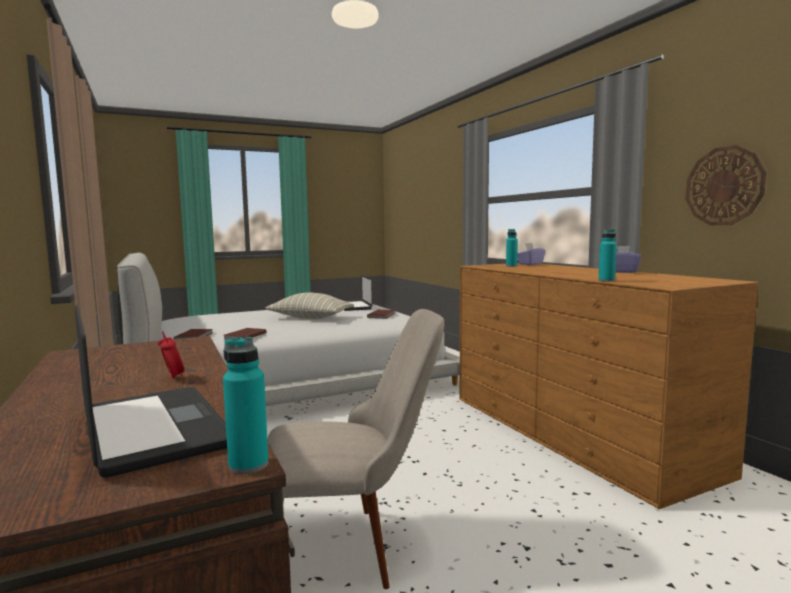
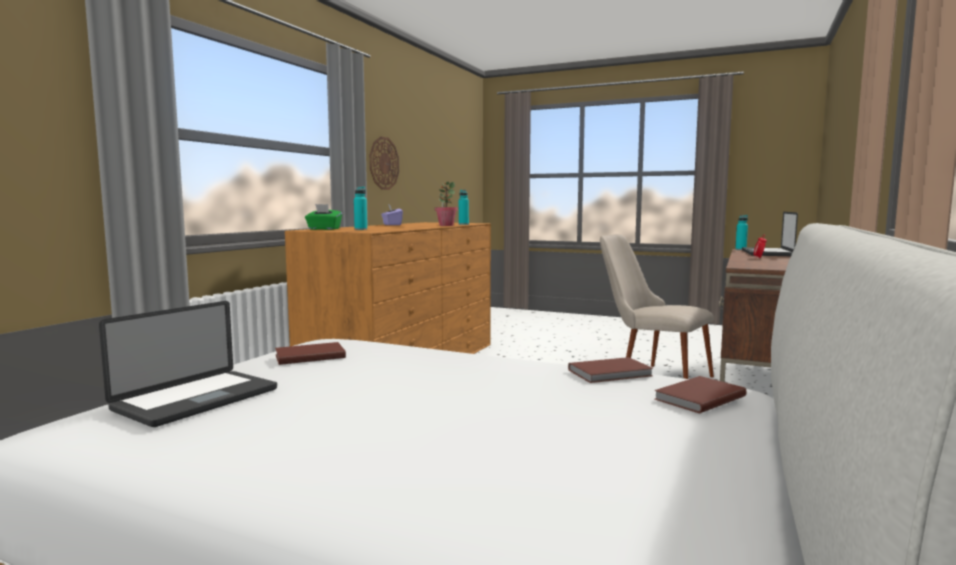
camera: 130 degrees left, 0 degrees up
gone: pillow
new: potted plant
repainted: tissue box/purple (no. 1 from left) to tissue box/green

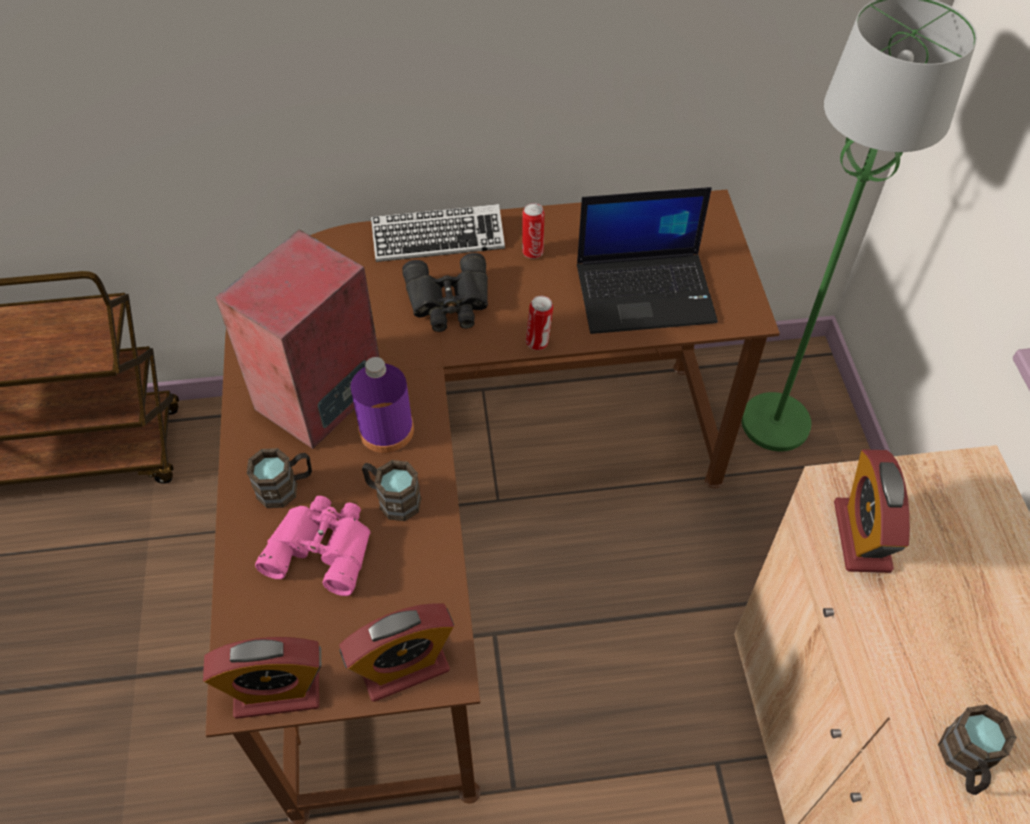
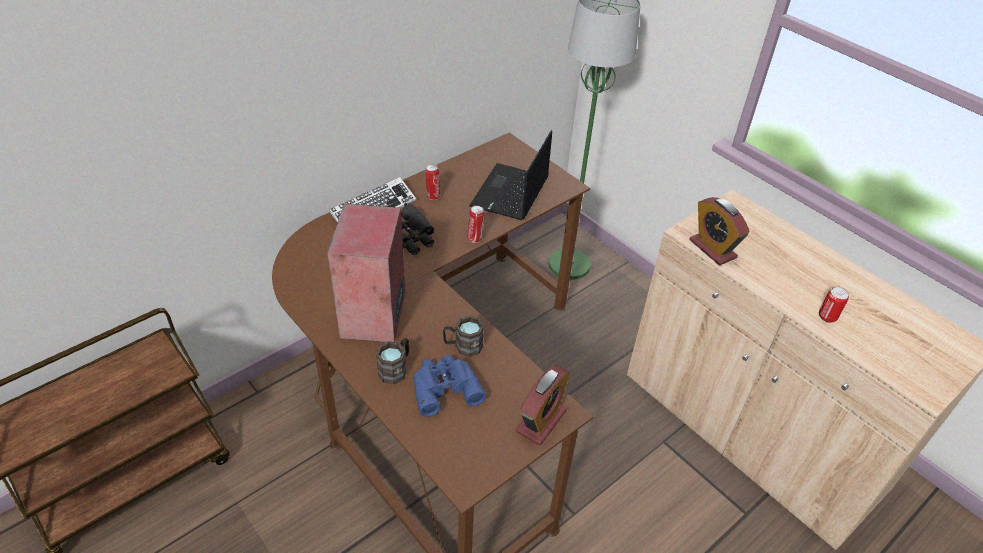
camera: 35 degrees left, 10 degrees down
gone: bottle/purple; alarm clock (no. 1 from left)
swapped: mug/brown (no. 3 from left) to can (no. 3 from left)
repainted: binoculars/pink to binoculars/blue
rotated: laptop 150 degrees clockwise

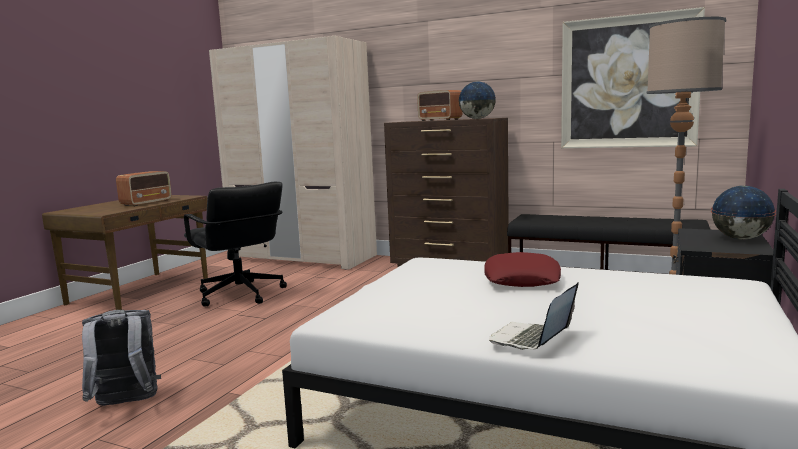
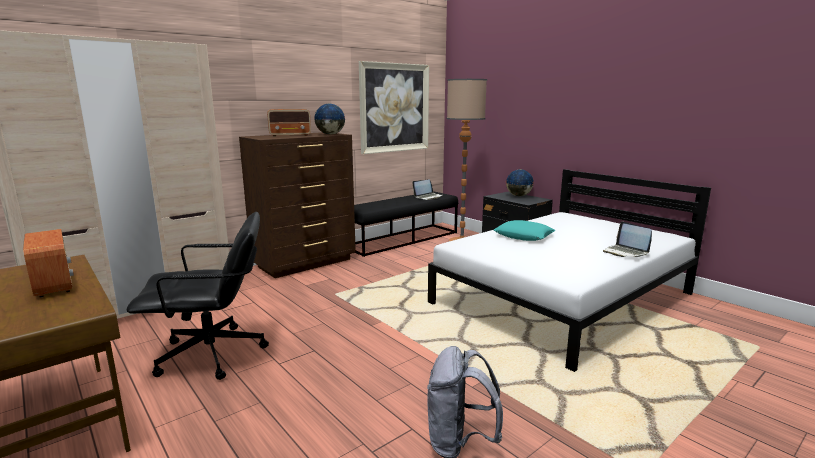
camera: 65 degrees left, 5 degrees up
new: laptop (no. 1 from left)
repainted: pillow/red to pillow/turquoise

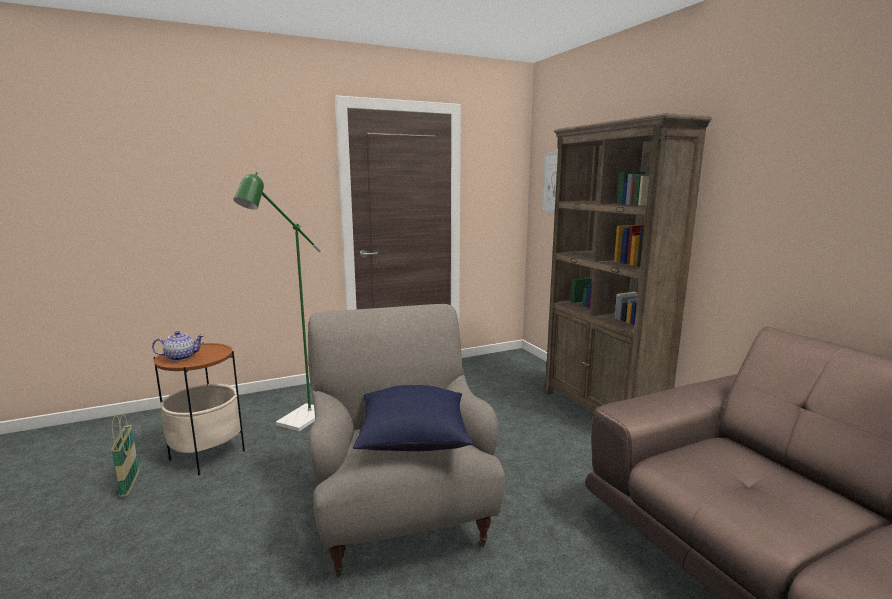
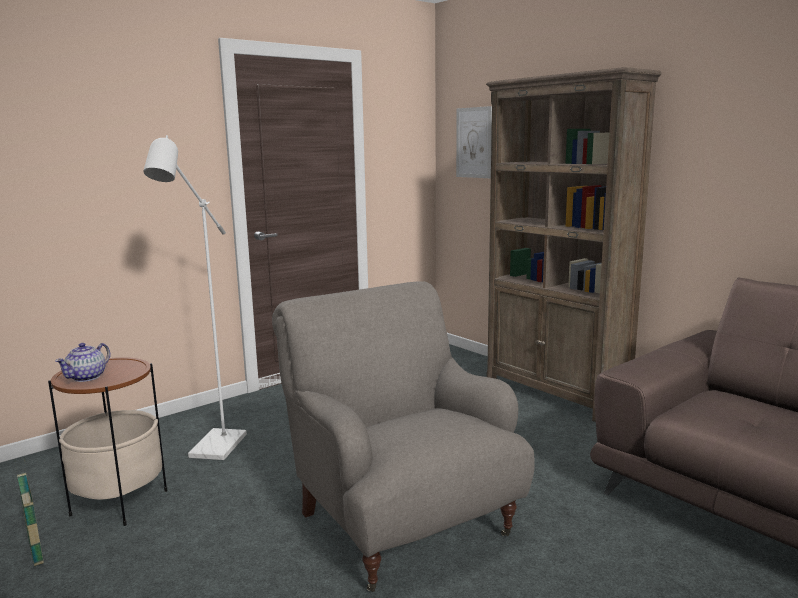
camera: 15 degrees left, 0 degrees up
gone: pillow/blue
repainted: floor lamp/green to floor lamp/white
rotated: teapot 150 degrees clockwise

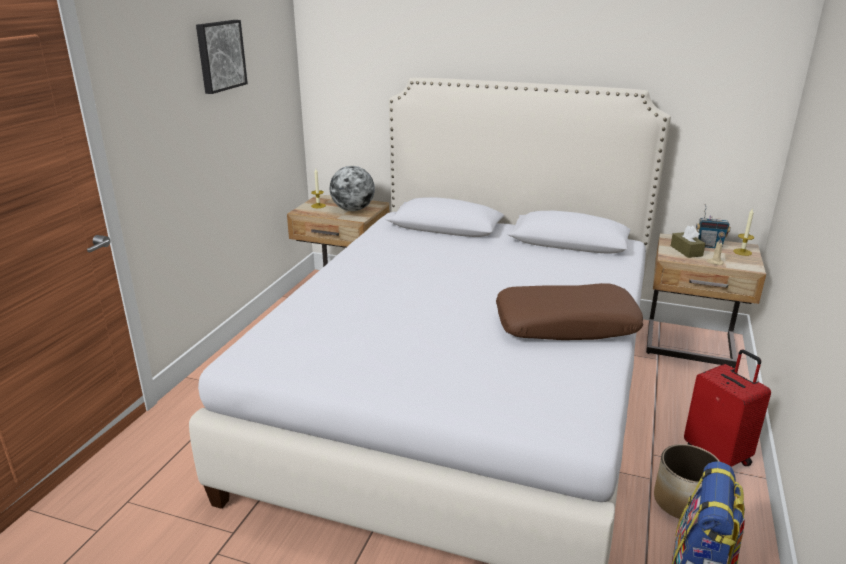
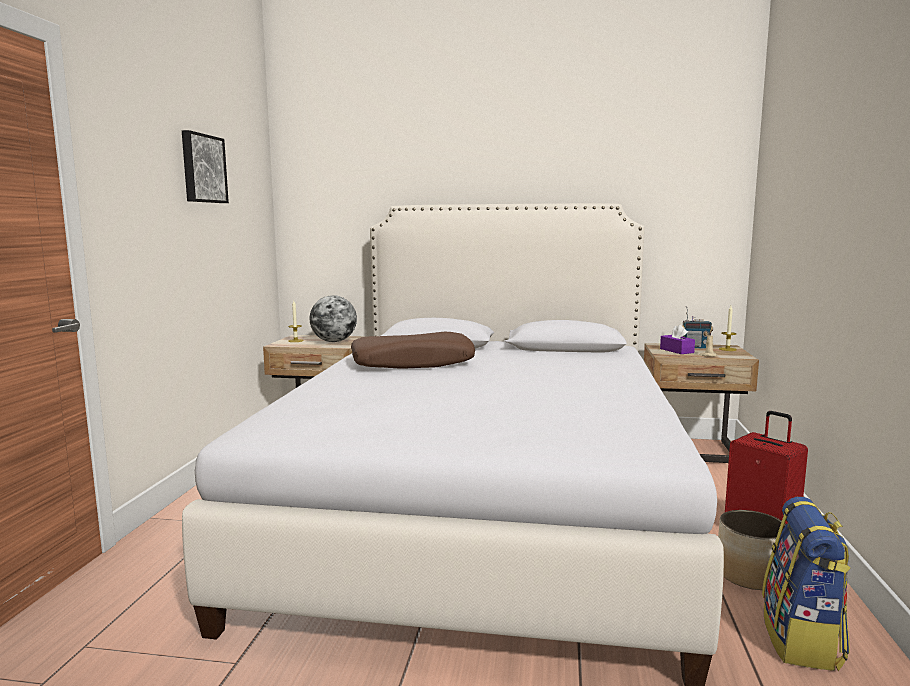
camera: 10 degrees left, 15 degrees down
shifted: pillow/brown
repainted: tissue box/brown to tissue box/purple

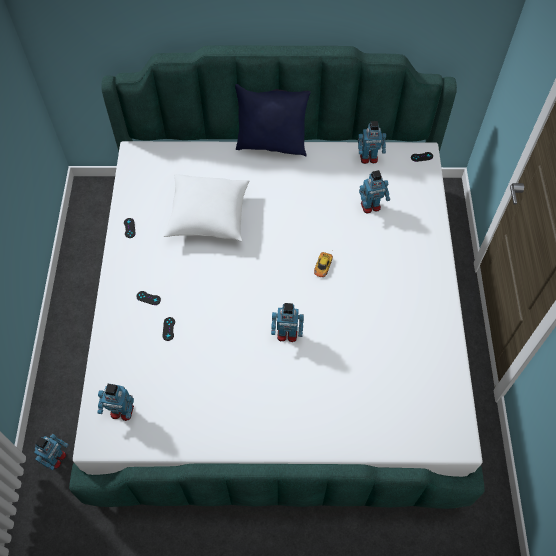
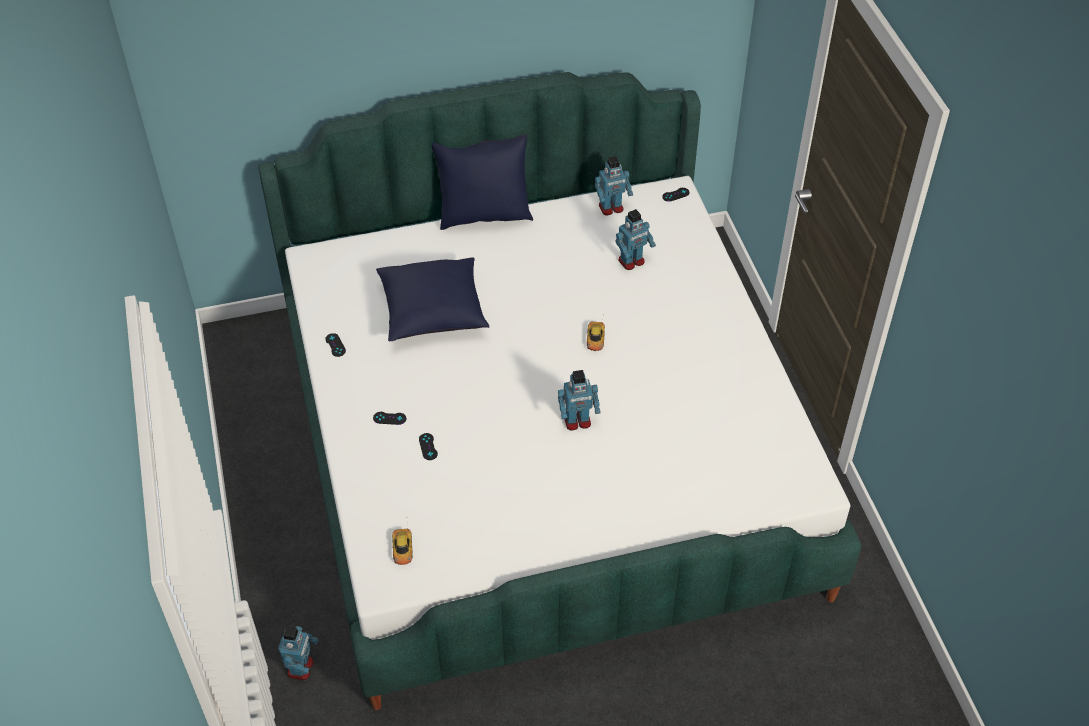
camera: 15 degrees left, 10 degrees down
swapped: toy robot (no. 2 from left) to toy car (no. 1 from left)
repainted: pillow/white to pillow/blue (no. 1 from left)

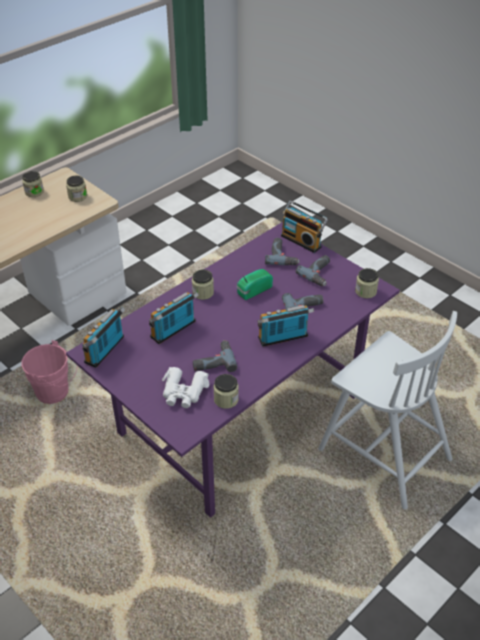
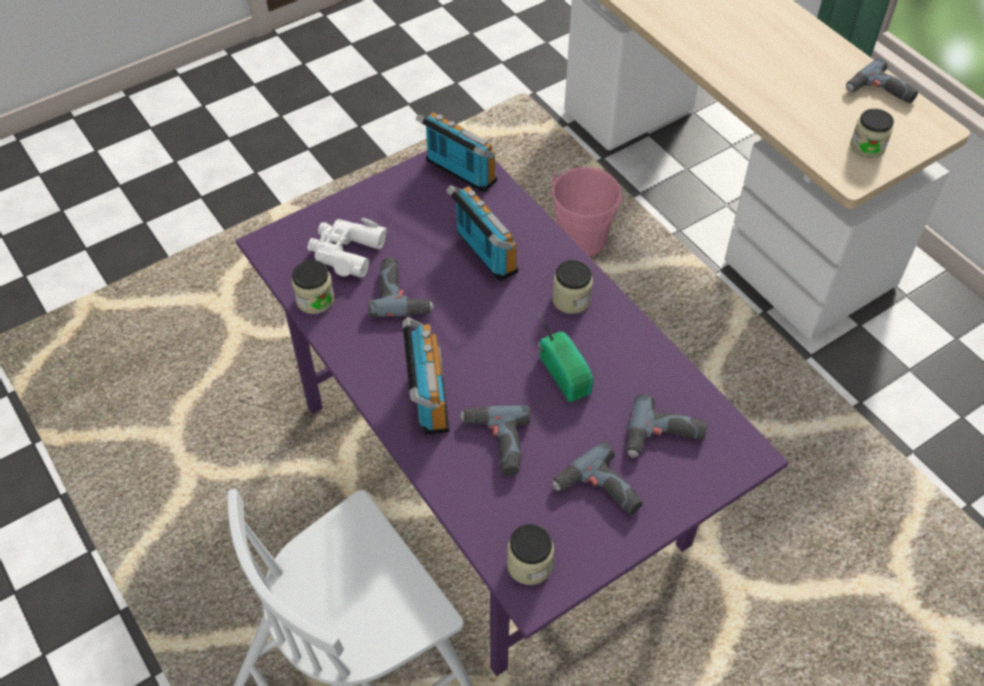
camera: 100 degrees right, 10 degrees up
gone: radio (no. 5 from left)
swapped: jar (no. 1 from left) to power drill (no. 5 from left)

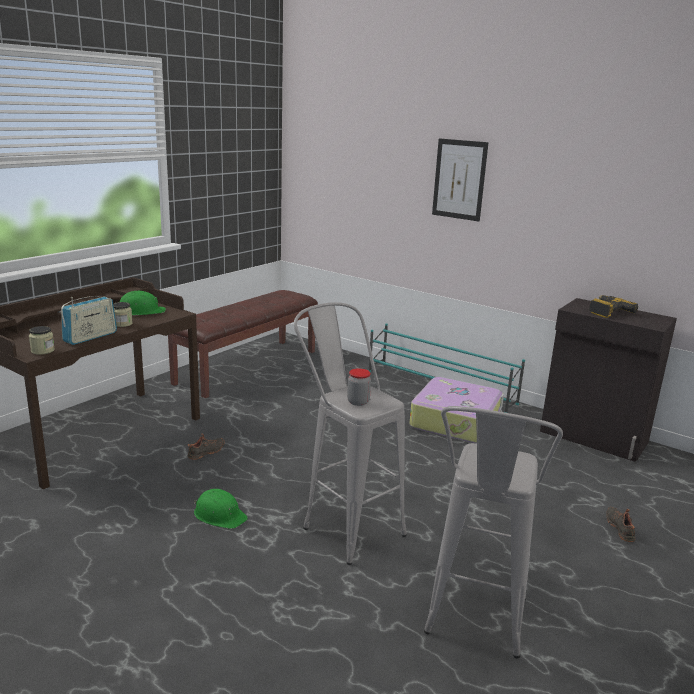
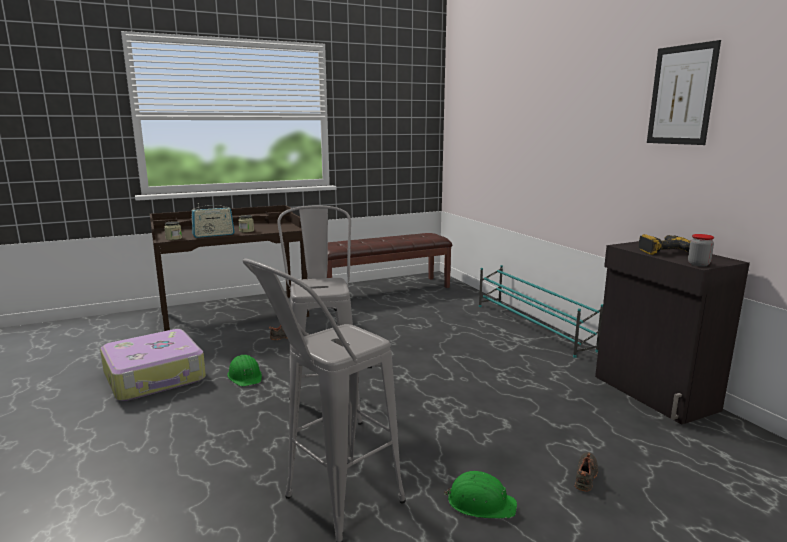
camera: 30 degrees right, 5 degrees down
shifted: picture; hard hat/green (no. 1 from left in the first image) to hard hat/green (no. 2 from left); jar (no. 3 from left); suitcase

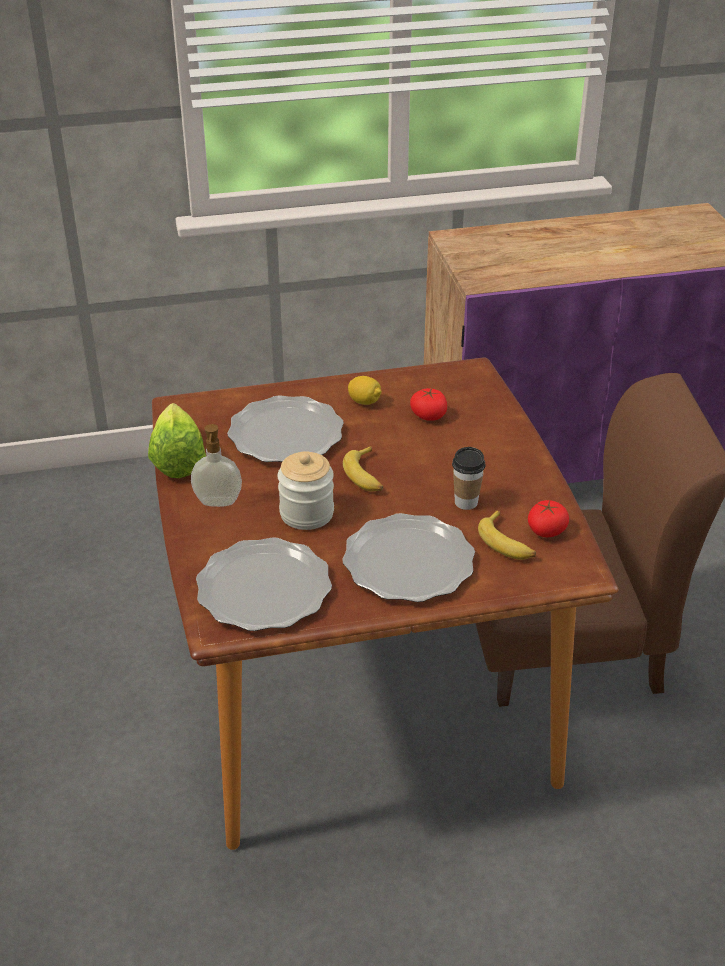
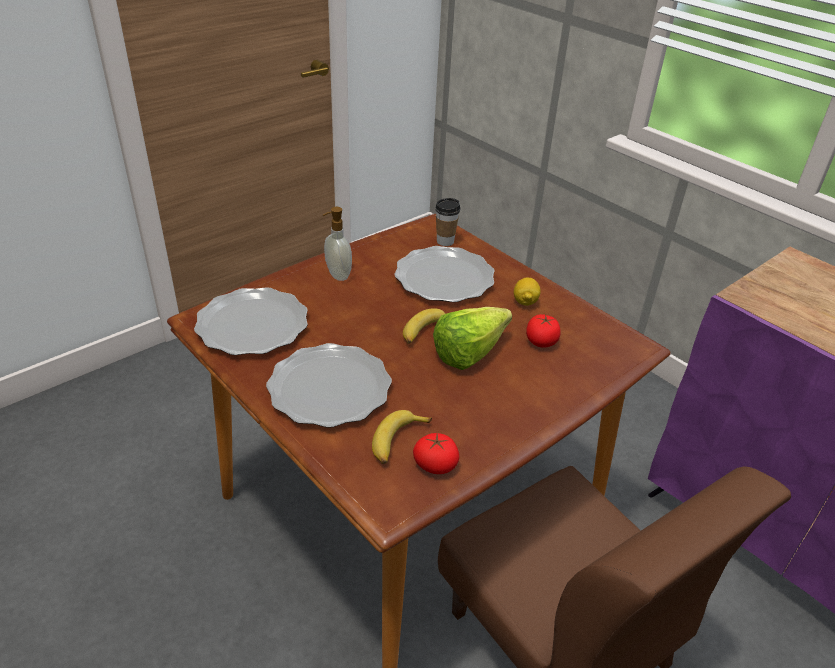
camera: 60 degrees right, 0 degrees up
gone: jar
shifted: lettuce; cup

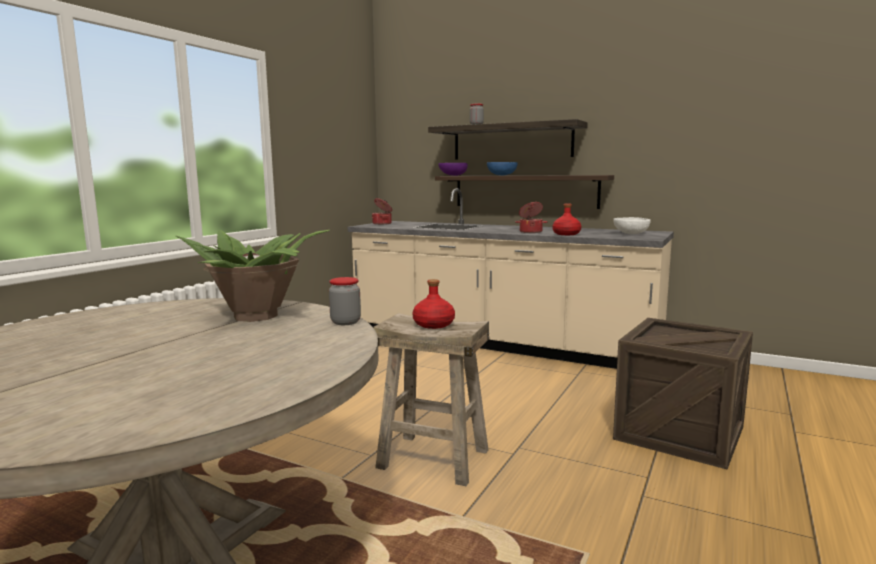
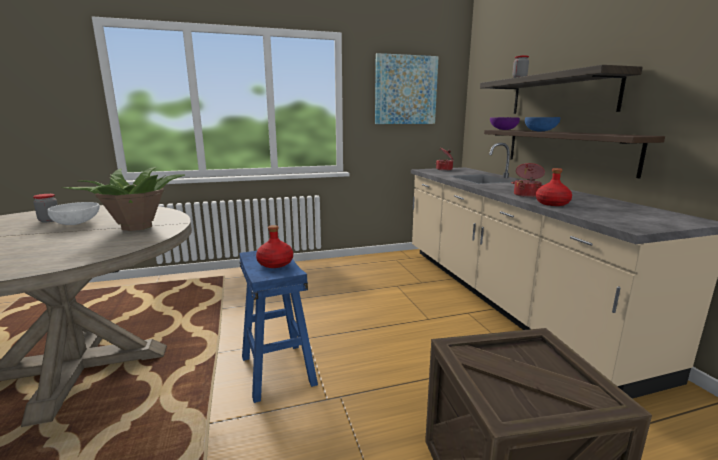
camera: 45 degrees right, 5 degrees up
new: picture
shifted: bowl/white; jar (no. 1 from left)
repainted: stool/beige to stool/blue

